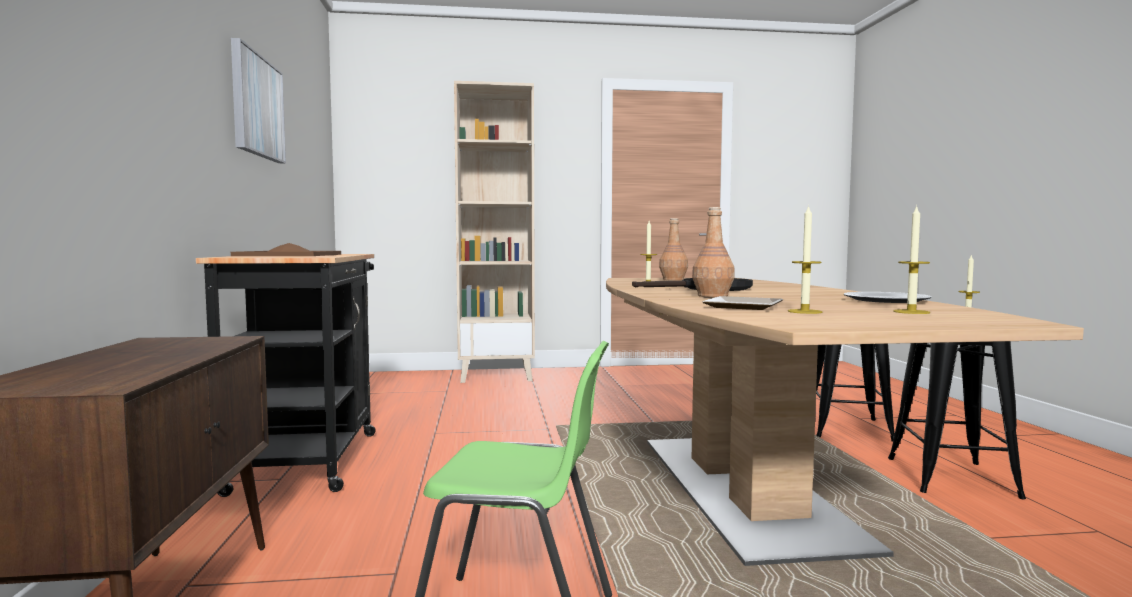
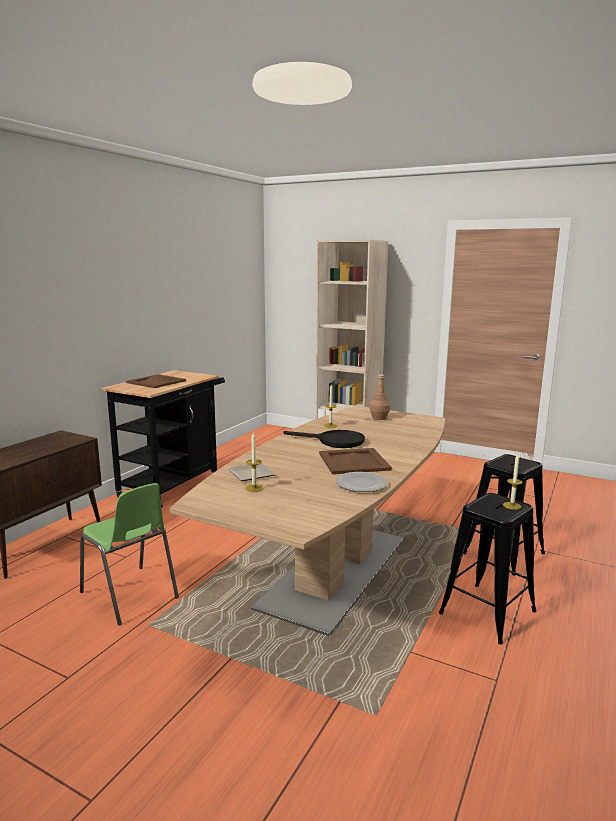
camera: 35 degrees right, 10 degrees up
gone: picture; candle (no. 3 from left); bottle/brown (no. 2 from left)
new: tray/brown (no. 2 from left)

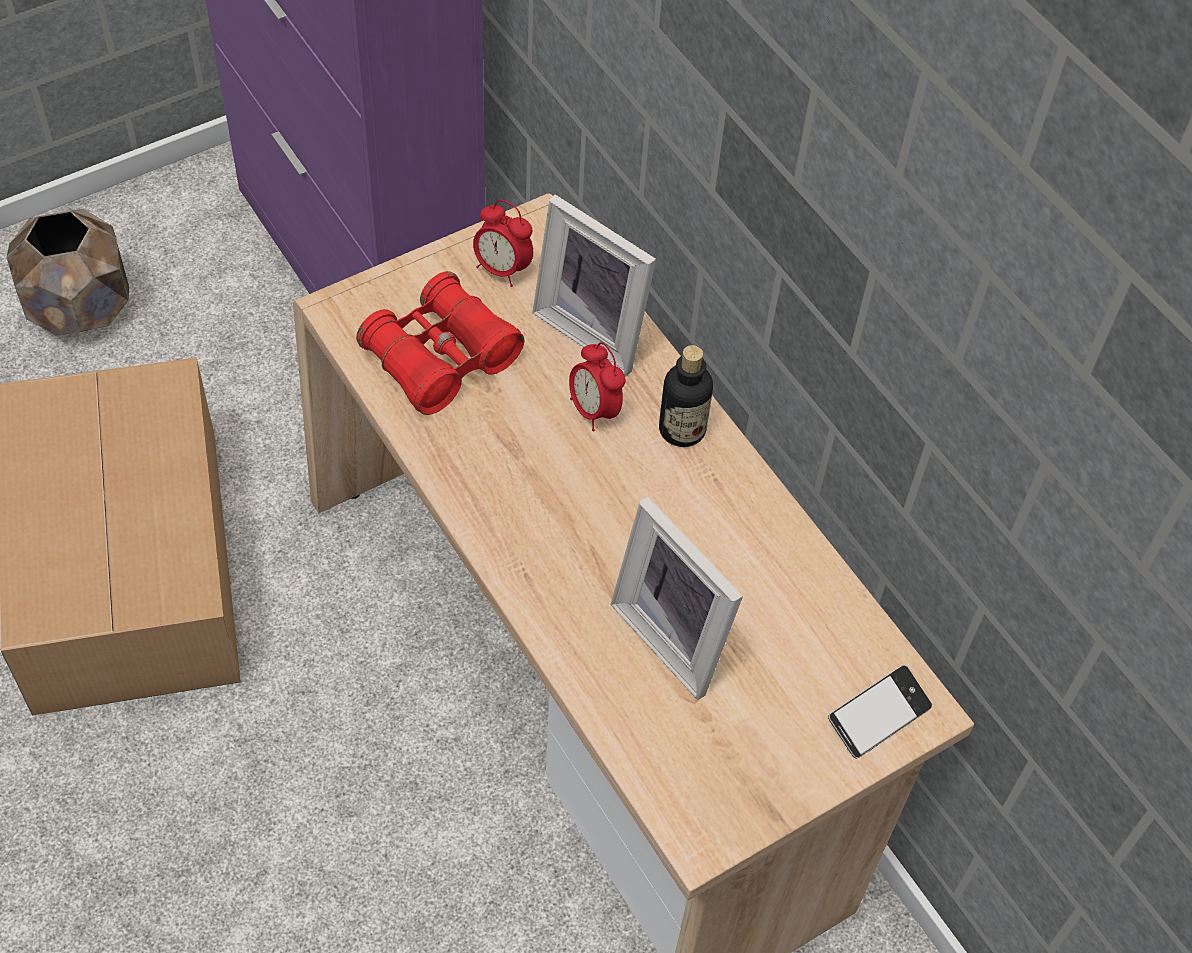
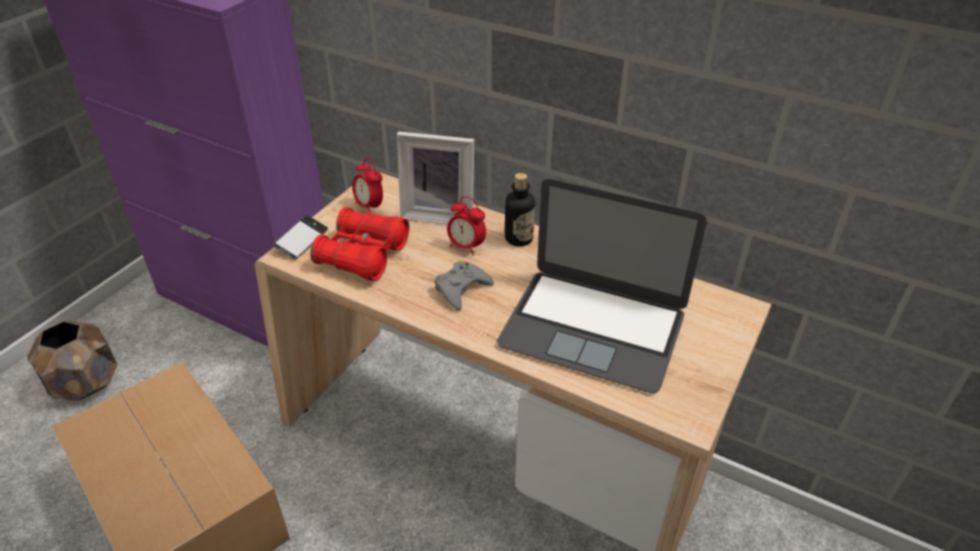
camera: 25 degrees left, 15 degrees down
new: game controller/grey
shifted: phone
swapped: picture frame (no. 2 from left) to laptop
rotated: alarm clock (no. 1 from left) 45 degrees clockwise

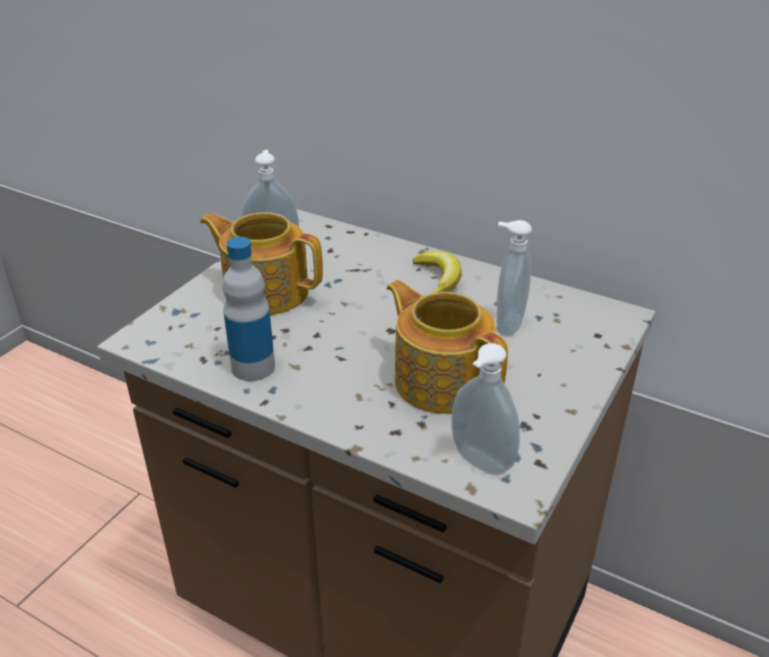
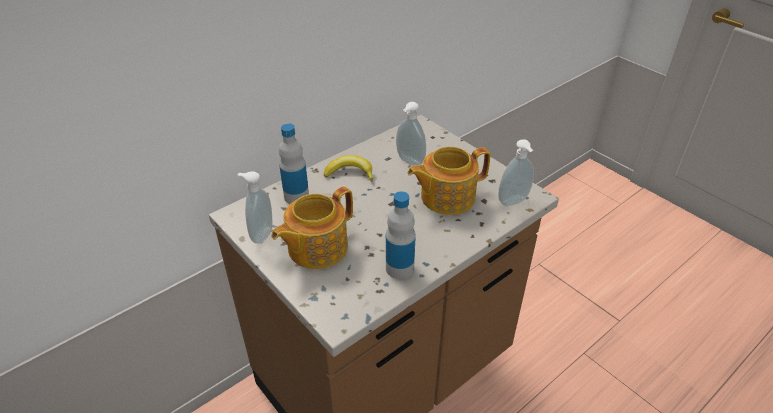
camera: 70 degrees left, 5 degrees up
new: bottle (no. 1 from left)

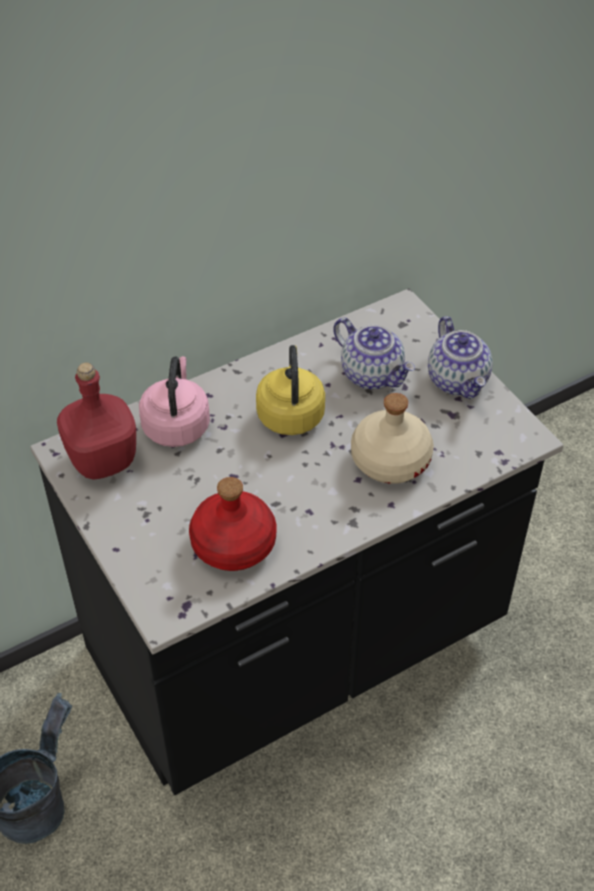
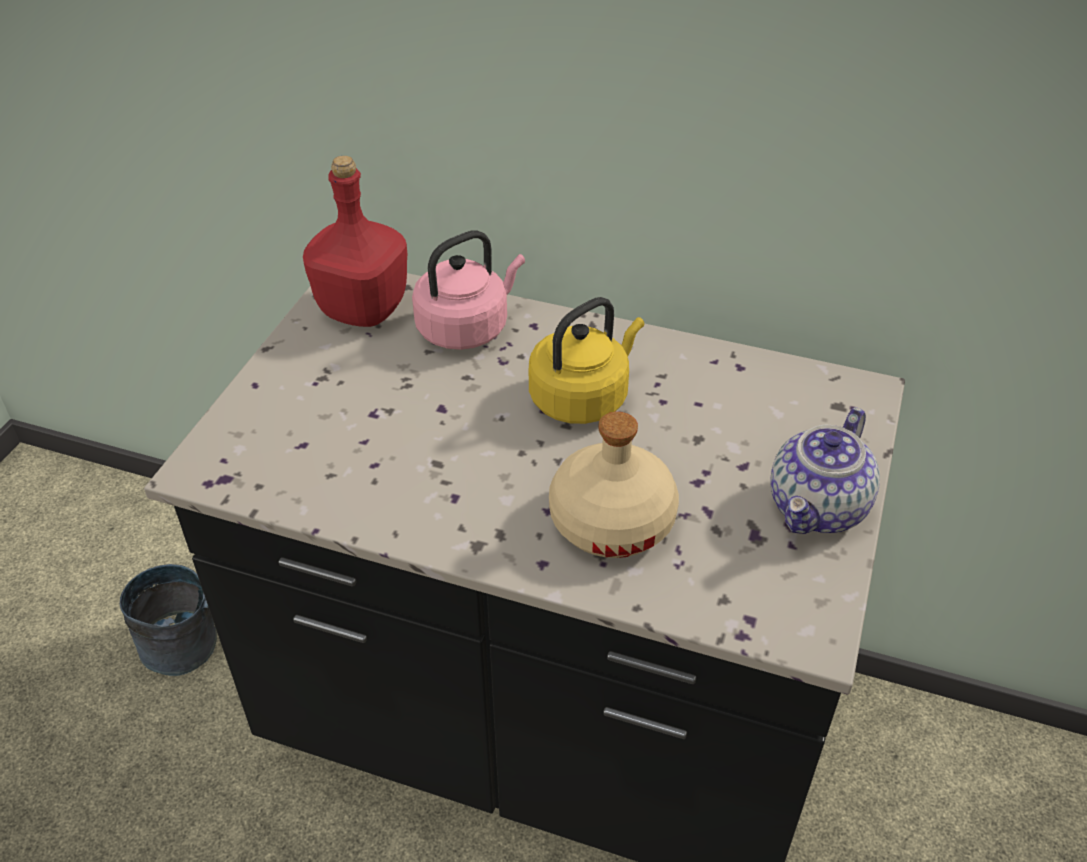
camera: 50 degrees right, 5 degrees down
gone: teapot (no. 1 from left); bottle/red (no. 2 from left)

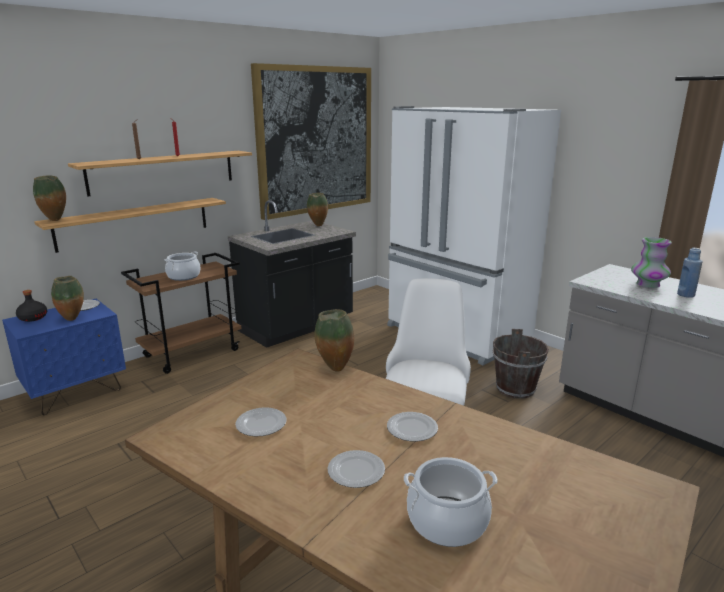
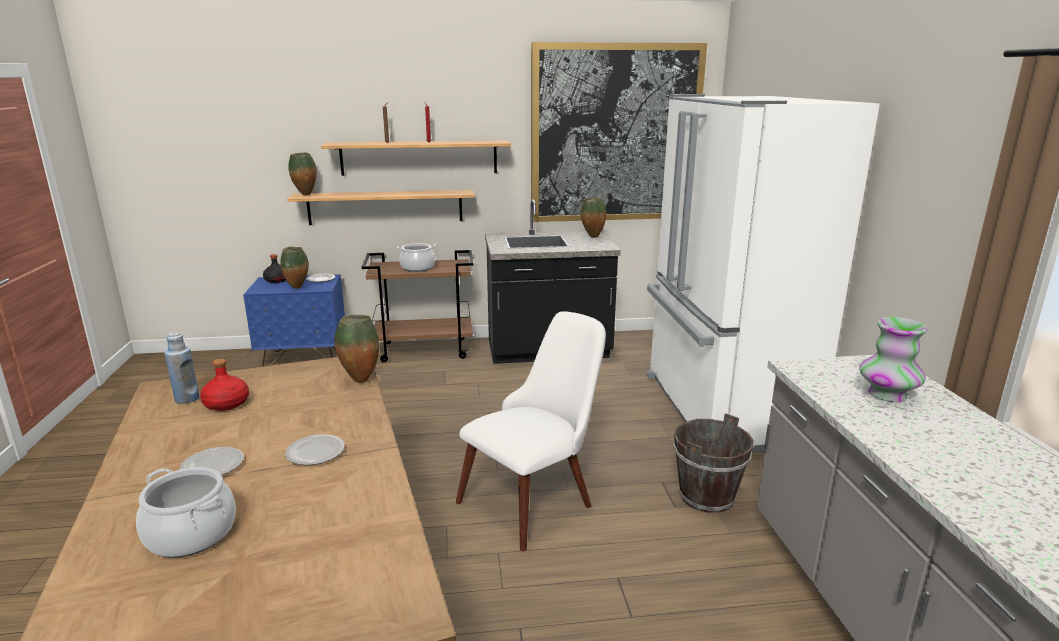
camera: 35 degrees right, 0 degrees up
shifted: bottle/blue
swapped: plate (no. 2 from left) to bottle/red

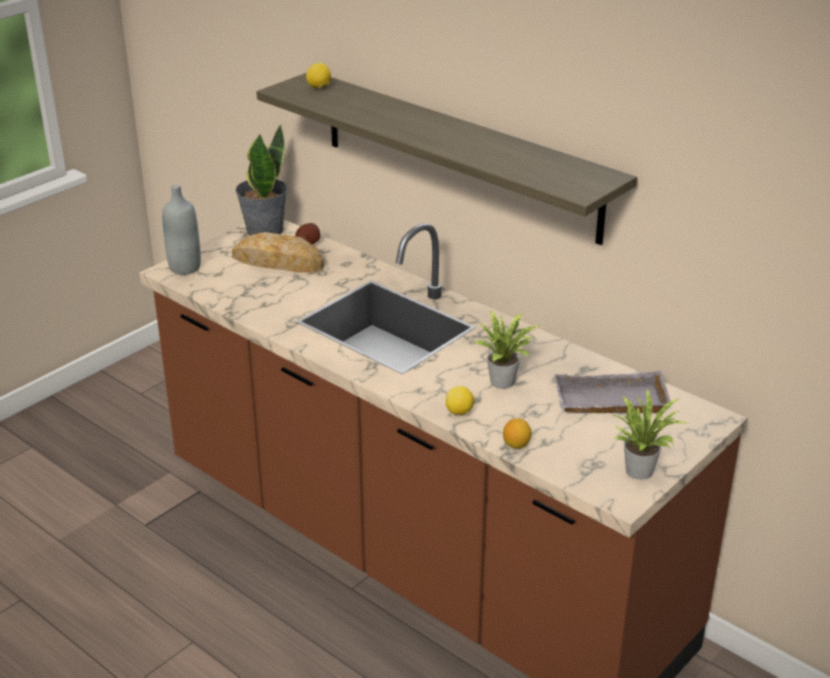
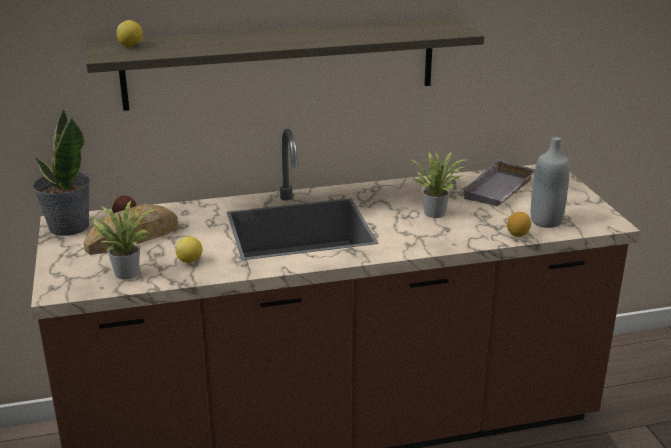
camera: 55 degrees left, 5 degrees down
shifted: bottle/grey; lemon (no. 2 from left); potted plant (no. 3 from left in the first image) to potted plant (no. 2 from left)

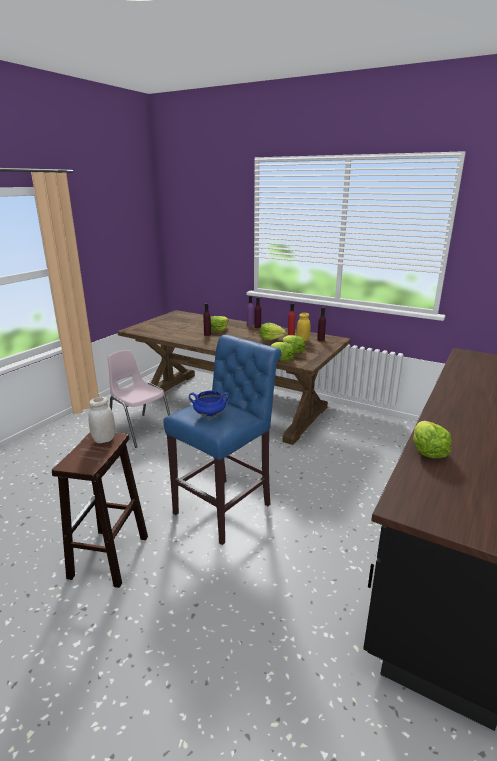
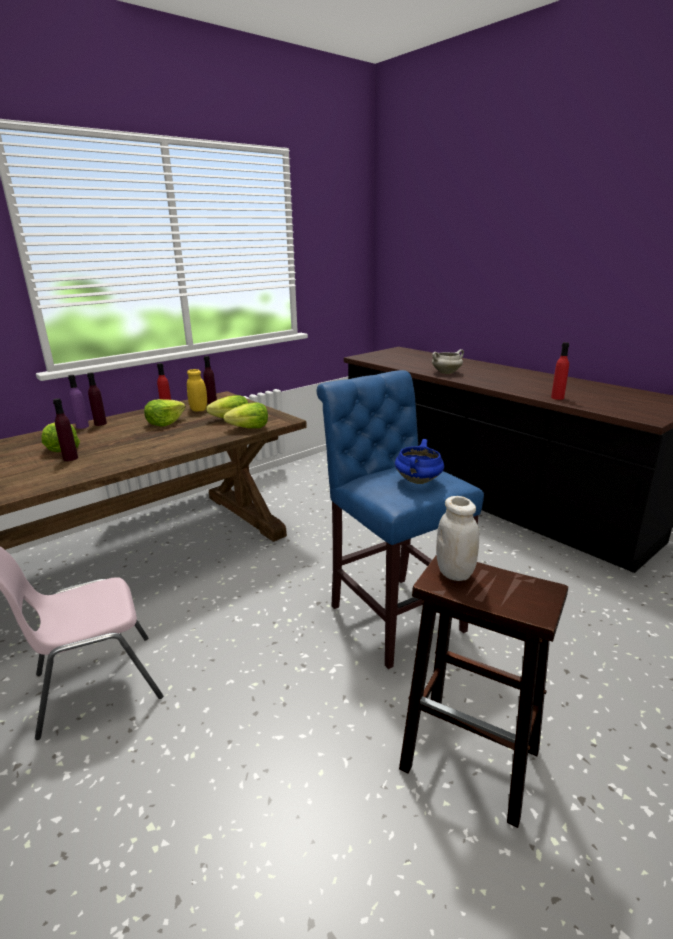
camera: 70 degrees left, 0 degrees up
new: cooking pot/white
swapped: lettuce (no. 5 from left) to bottle/red (no. 2 from left)

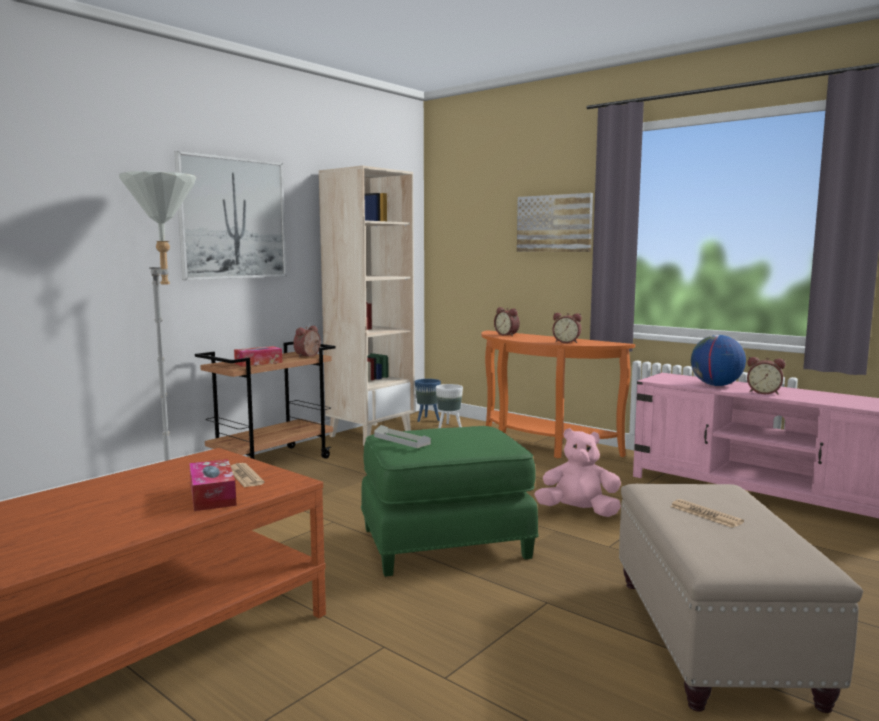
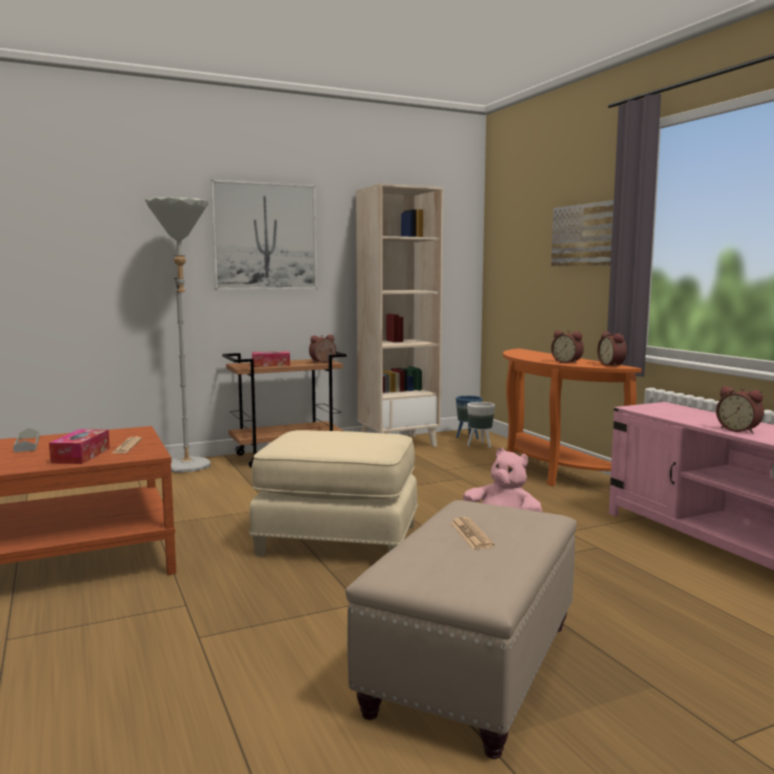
camera: 25 degrees right, 0 degrees up
gone: globe
shifted: alarm clock (no. 2 from left in the first image) to alarm clock (no. 3 from left); tray/grey
repainted: ottoman/green to ottoman/beige (no. 1 from left)

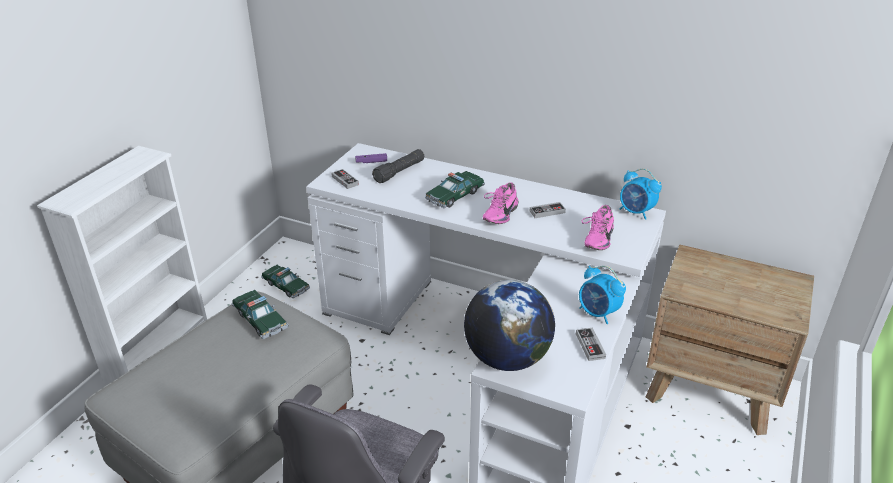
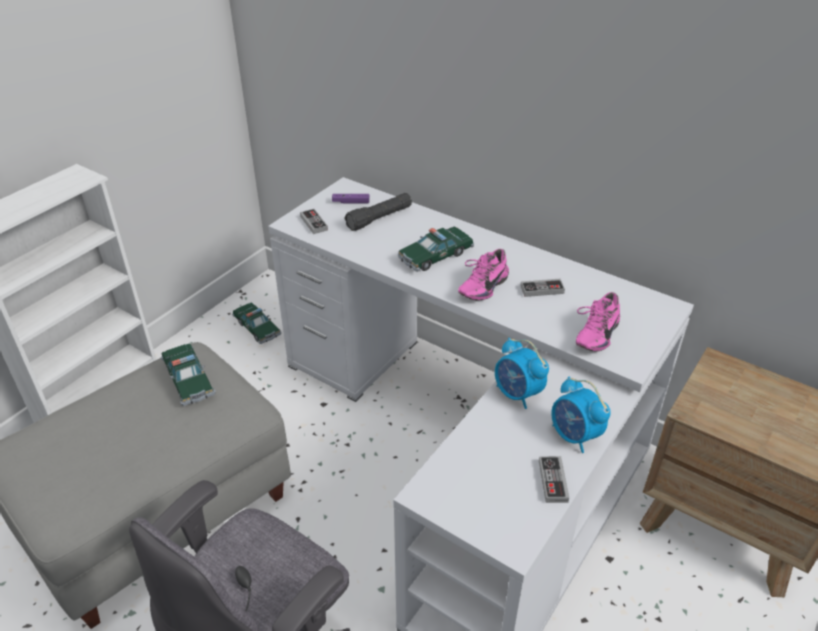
camera: 10 degrees right, 5 degrees up
gone: globe
shifted: alarm clock (no. 2 from left in the first image) to alarm clock (no. 1 from left)

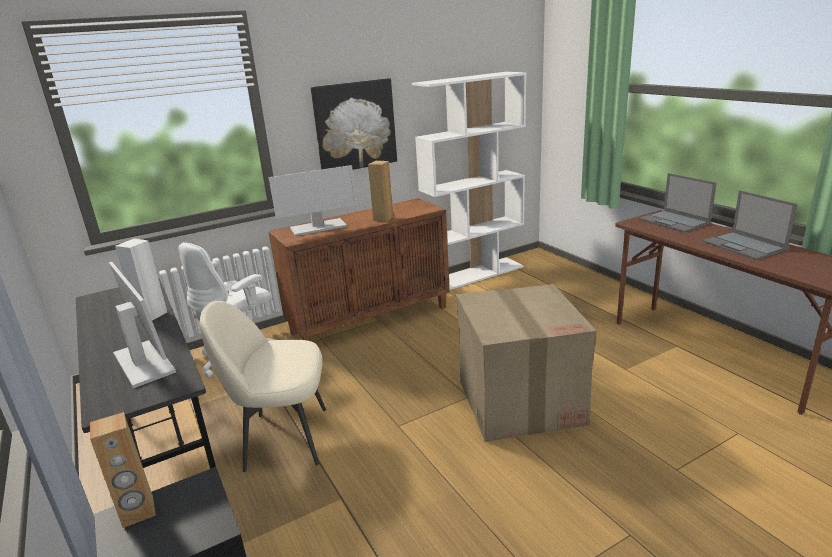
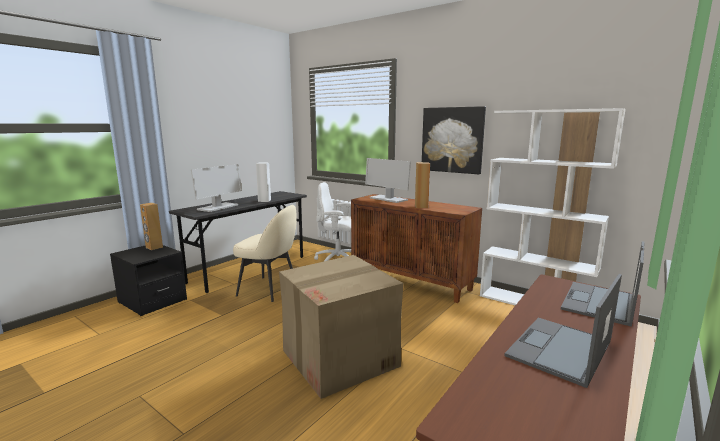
camera: 65 degrees right, 10 degrees down
rotated: chair/beige 135 degrees clockwise

